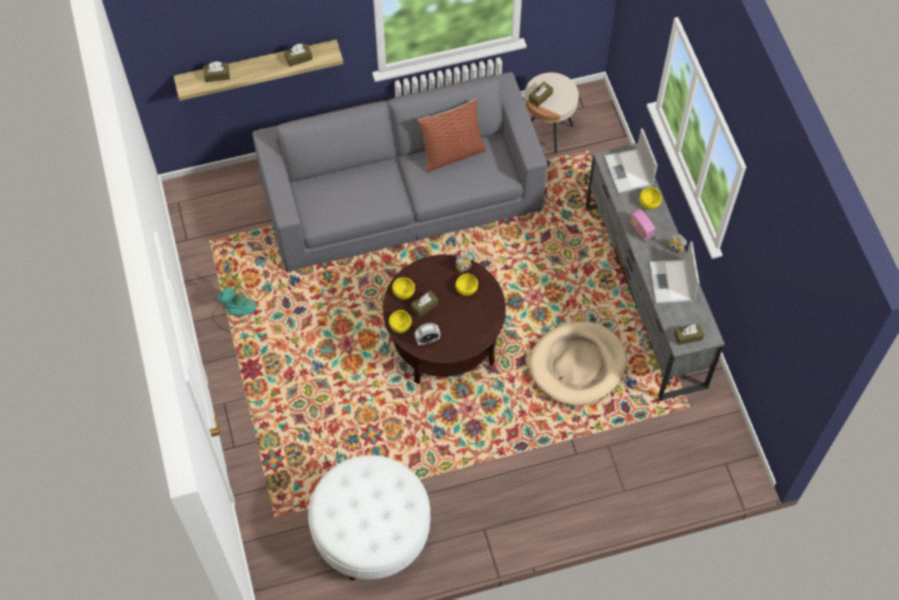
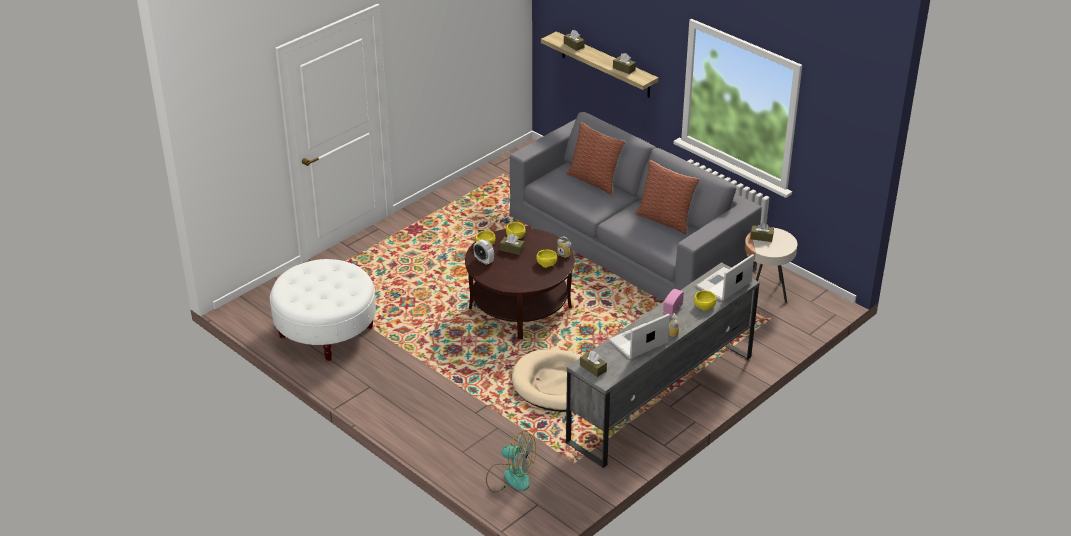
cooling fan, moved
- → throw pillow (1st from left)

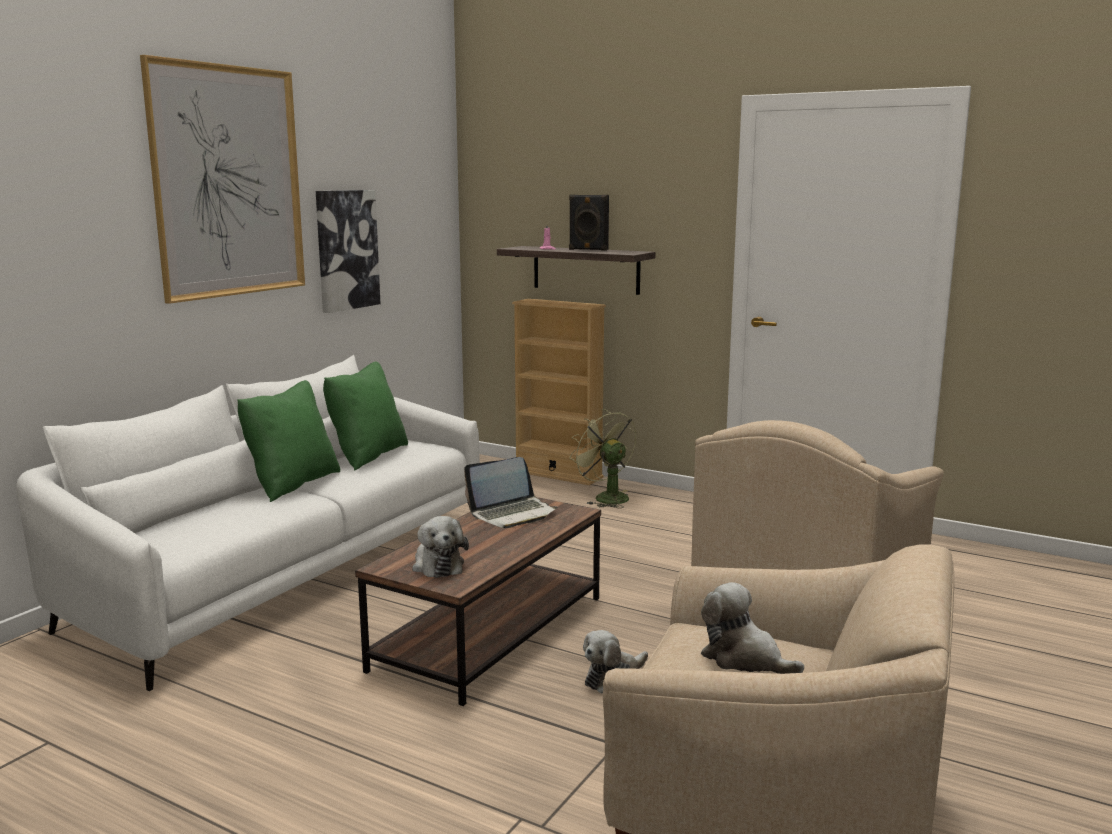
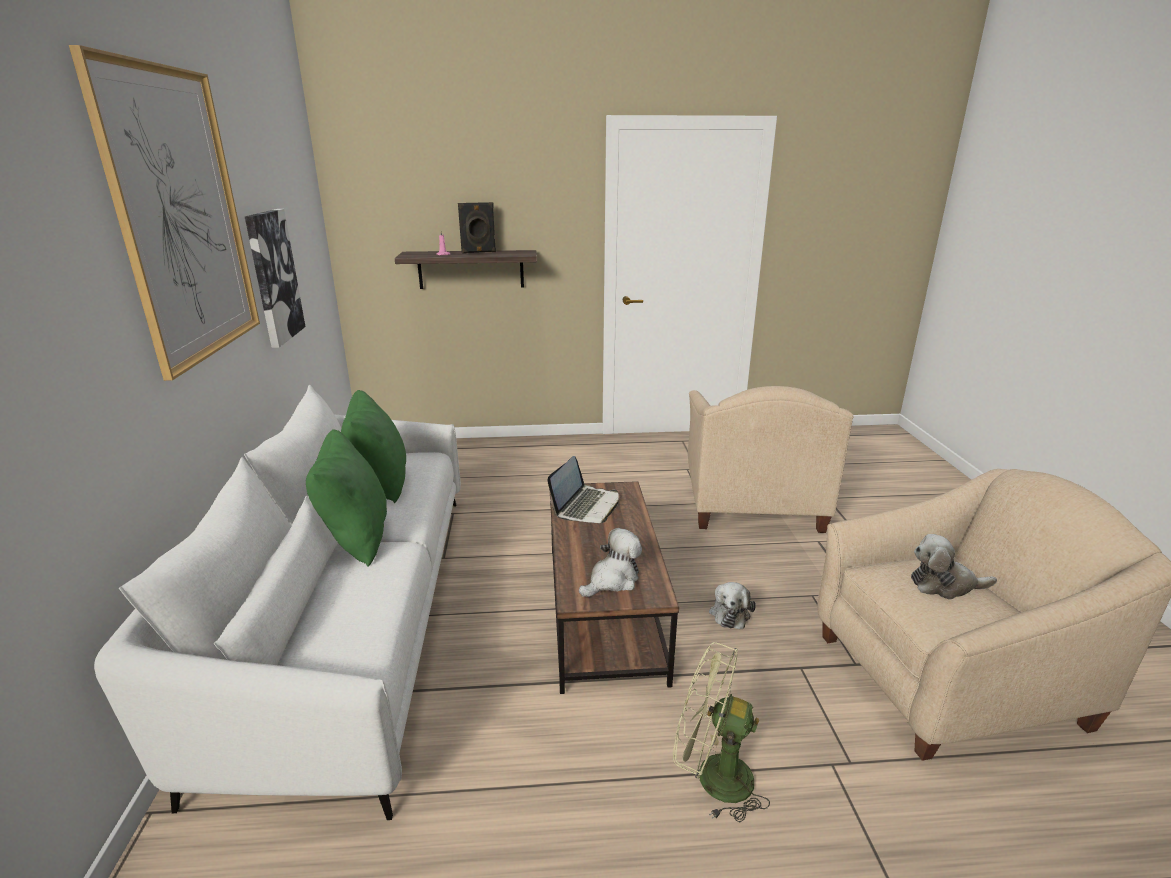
beige-coloured shelving unit → -
green-coloured cooling fan, moved
cuddly toy (1st from left), 75 degrees counterclockwise

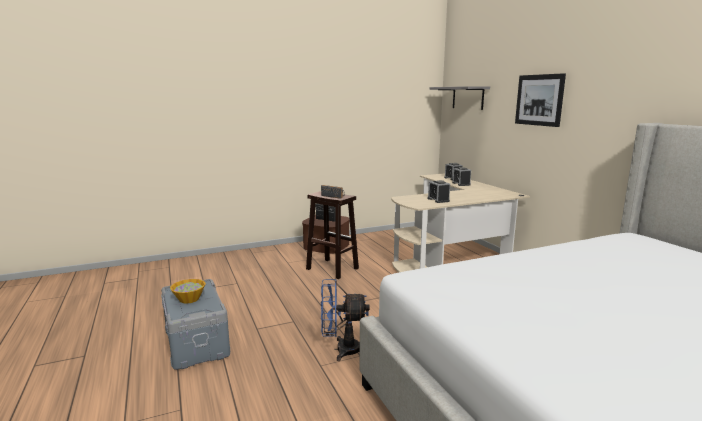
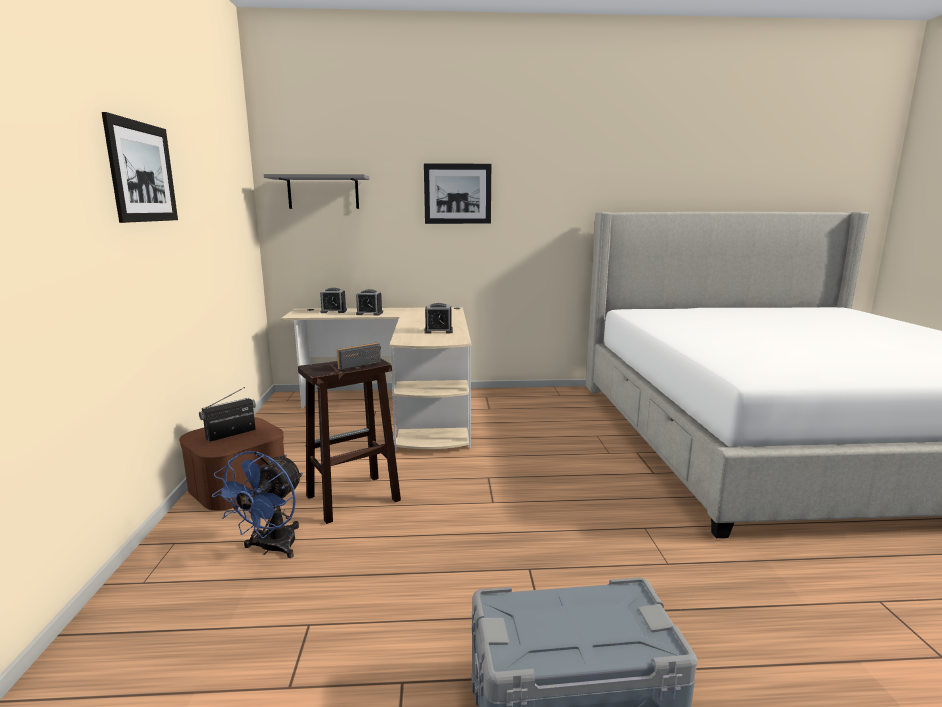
deep dish → -
blue-coloured cooling fan, moved
- → wall picture (1st from left)

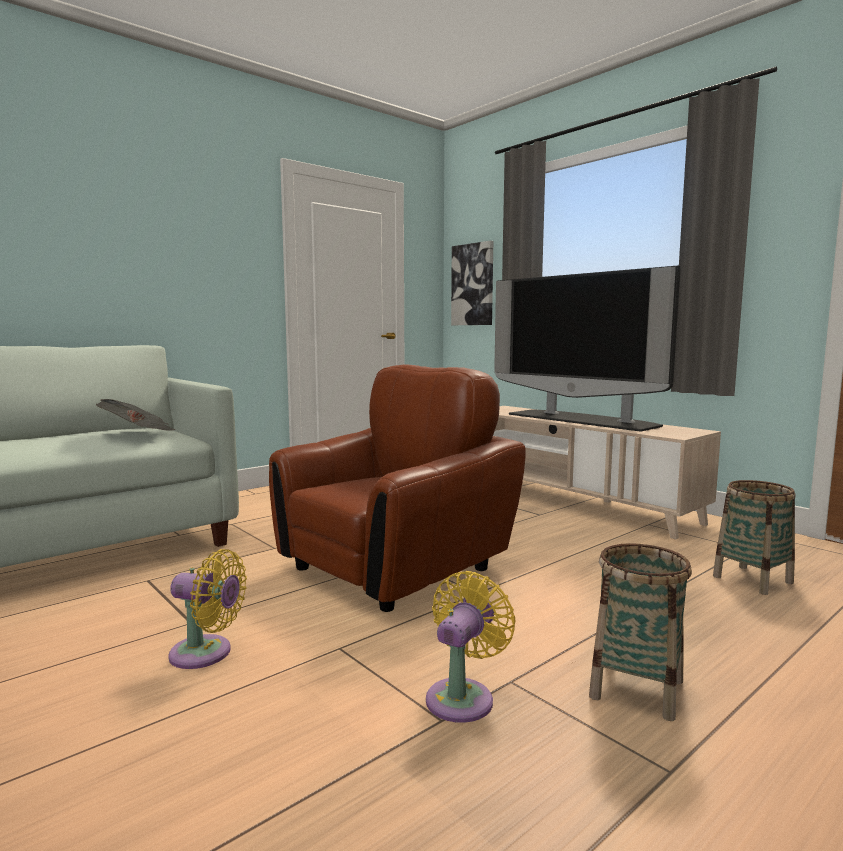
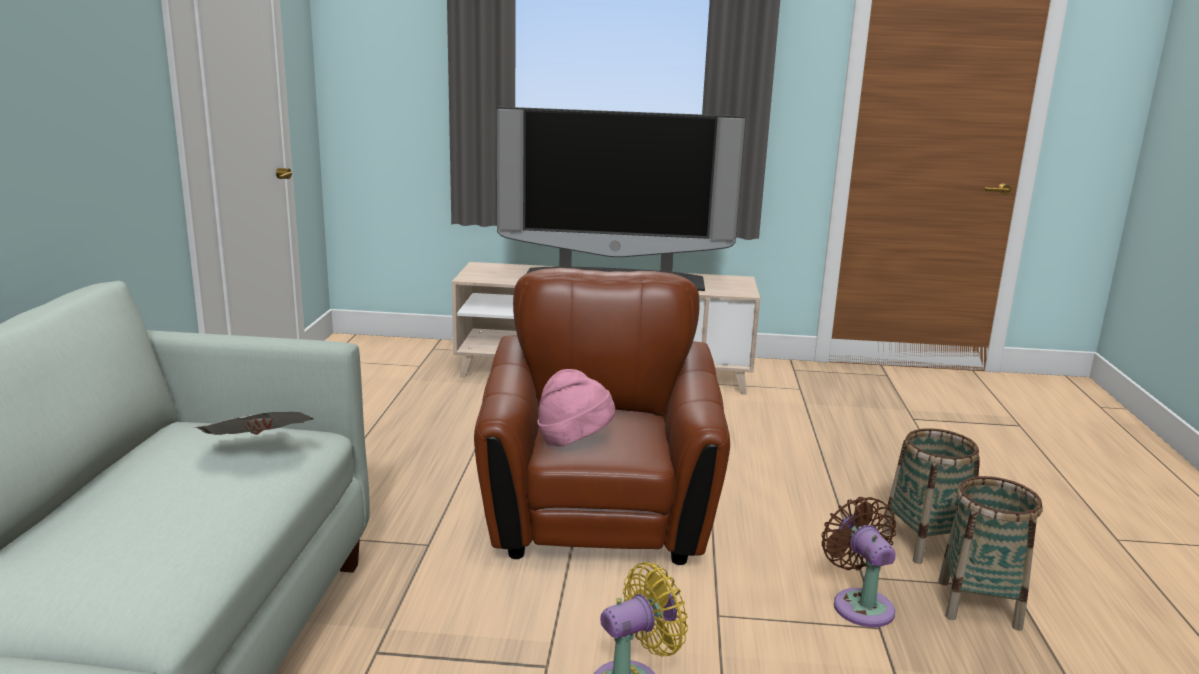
wall picture → -
storage basket (2nd from left), moved
yellowish cooling fan (2nd from left) → brown cooling fan
- → pinkish clothing hat

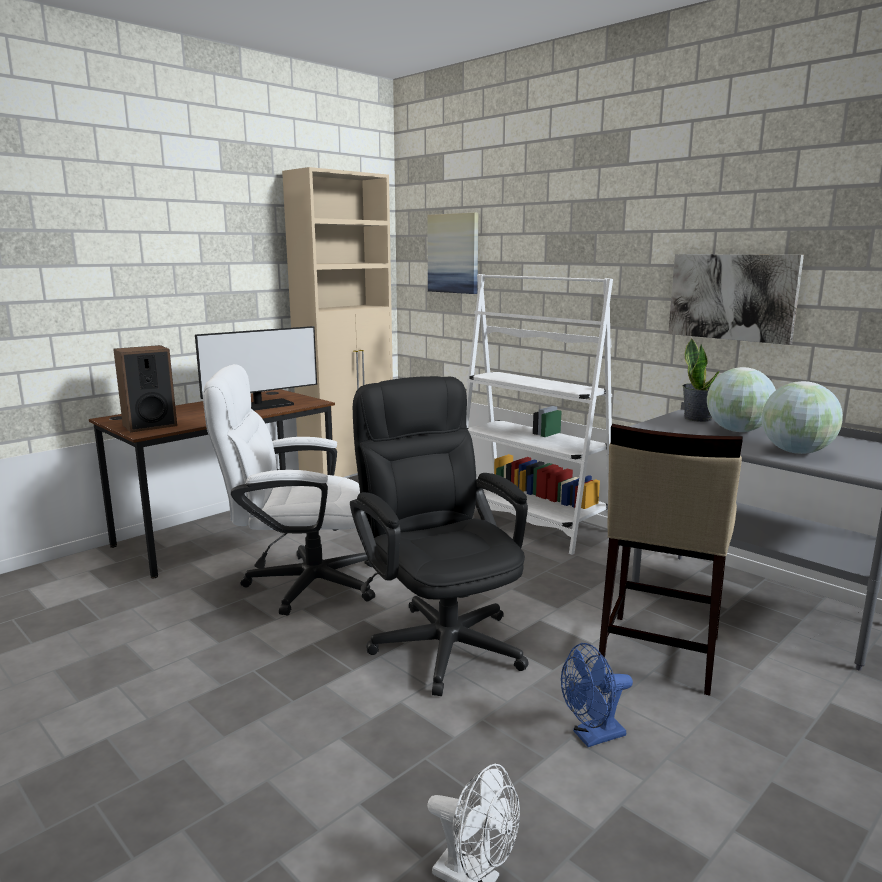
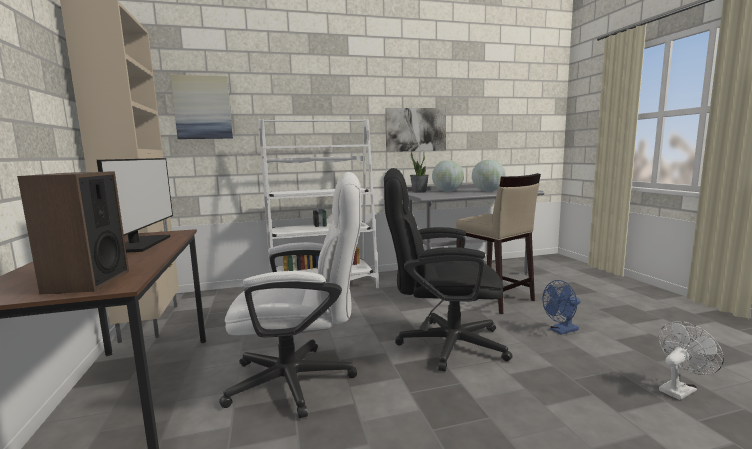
white computer chair, 120 degrees counterclockwise
blue-coloured cooling fan, 60 degrees clockwise

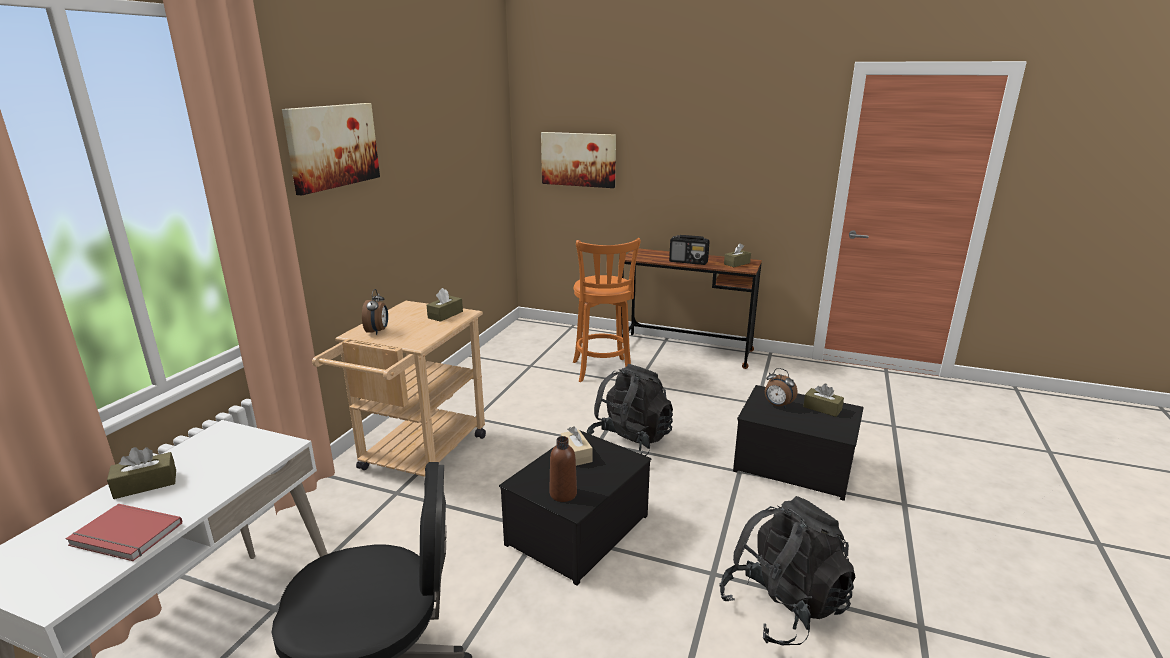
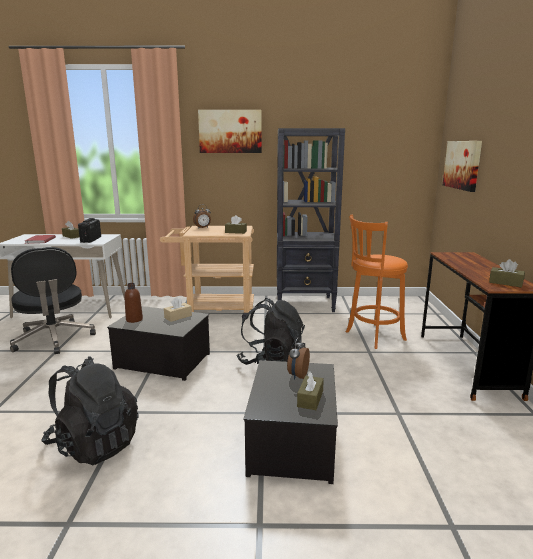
radio, moved
- → black shelving unit

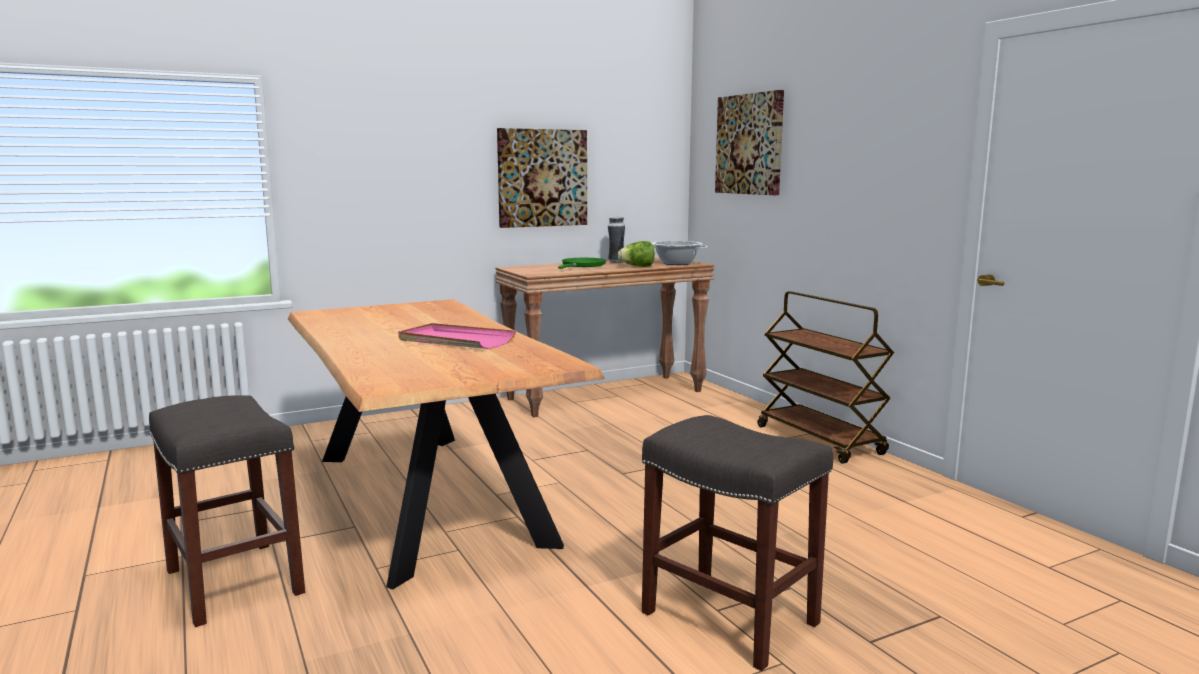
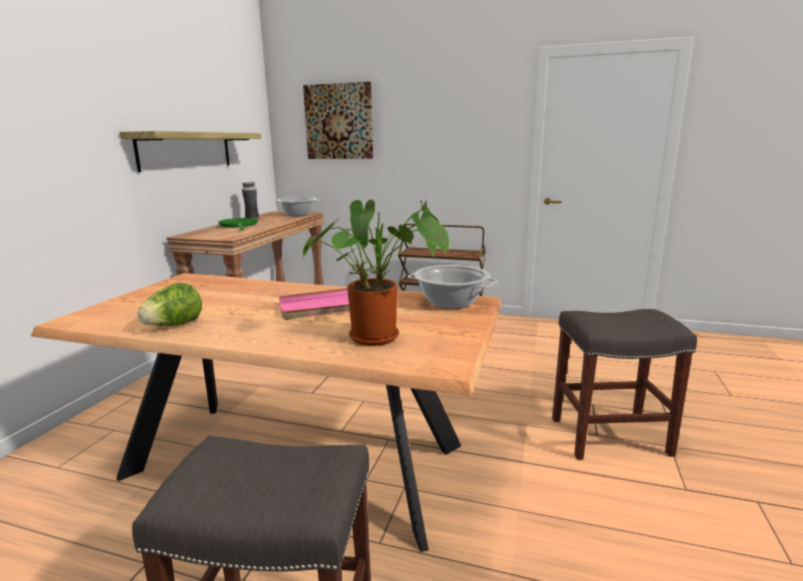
wall picture (1st from left) → shelf
lettuce, moved
- → houseplant
- → saucepot (2nd from left)

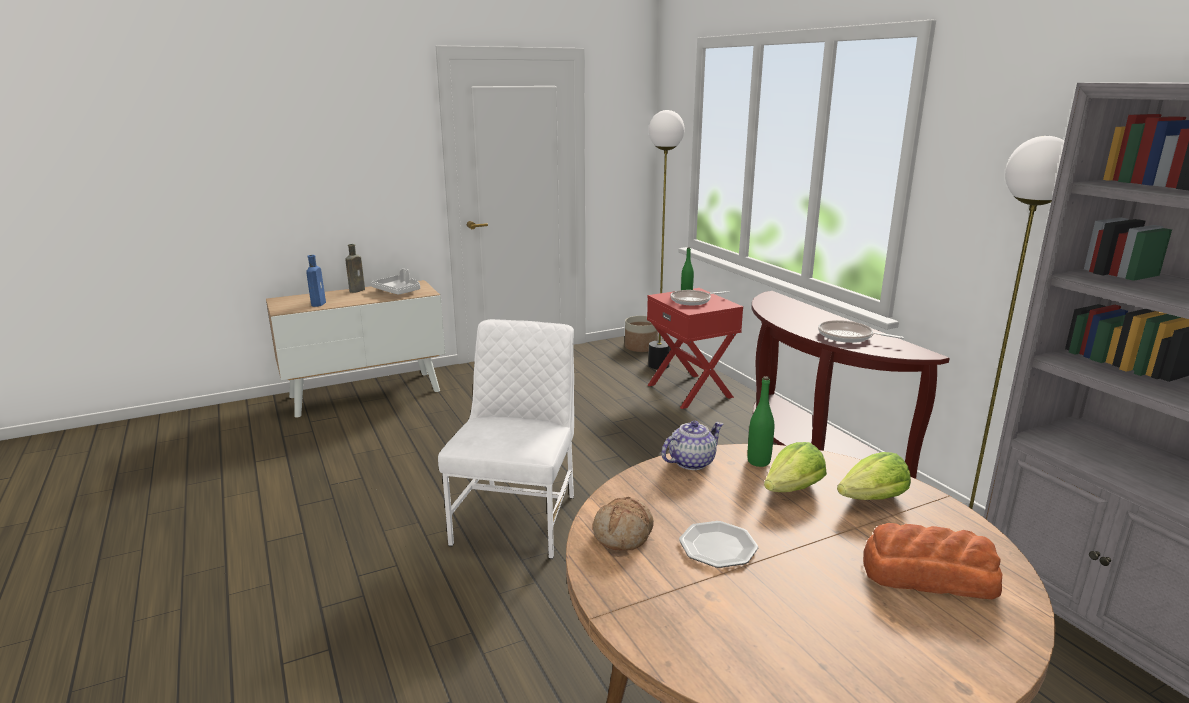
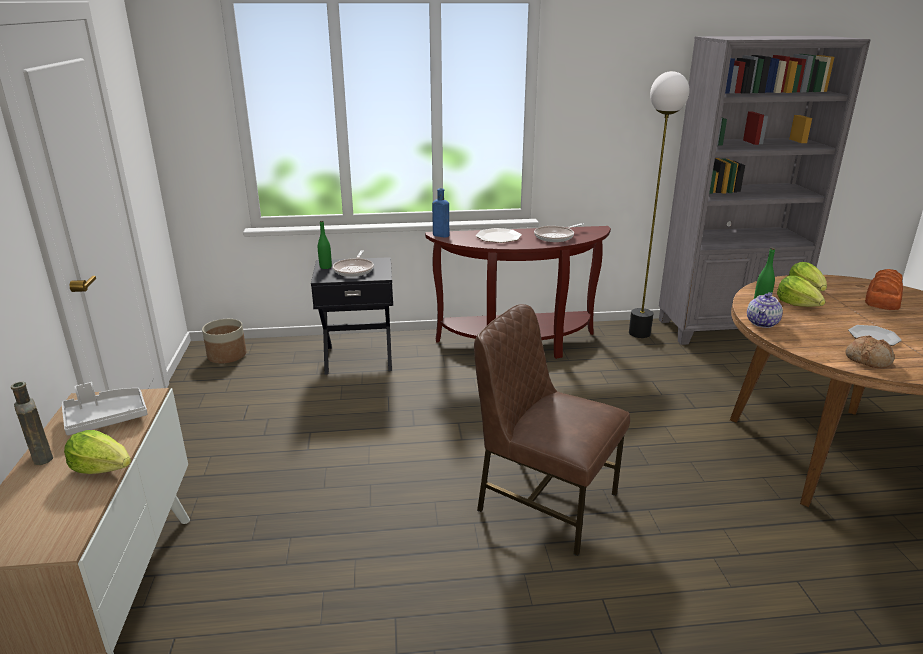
standard lamp (1st from left) → -
blue-coloured beverage bottle, moved
red nightstand → black nightstand
white plain chair → brown plain chair
teapot, 135 degrees counterclockwise
- → plate (1st from left)
- → lettuce (1st from left)

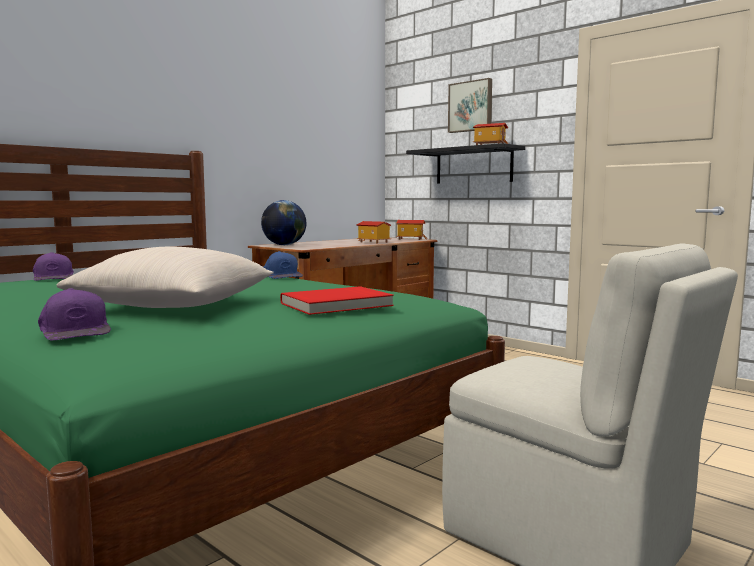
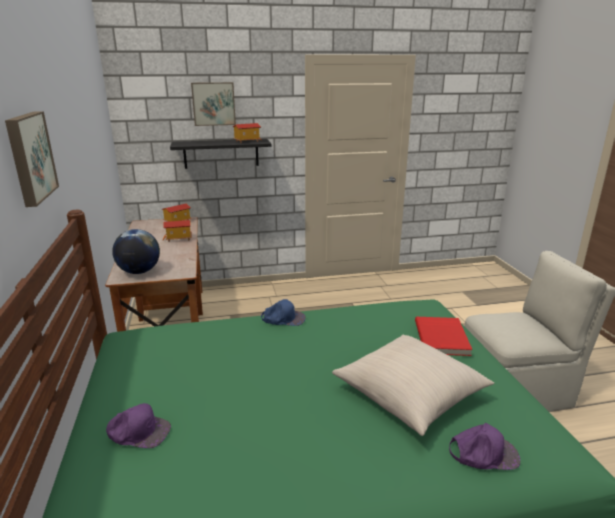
- → wall picture (1st from left)

